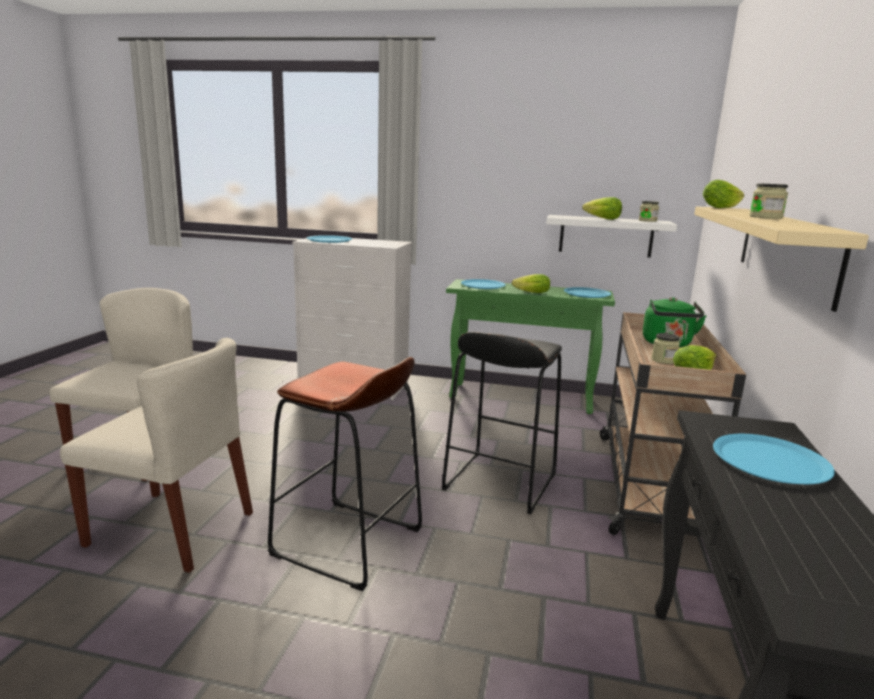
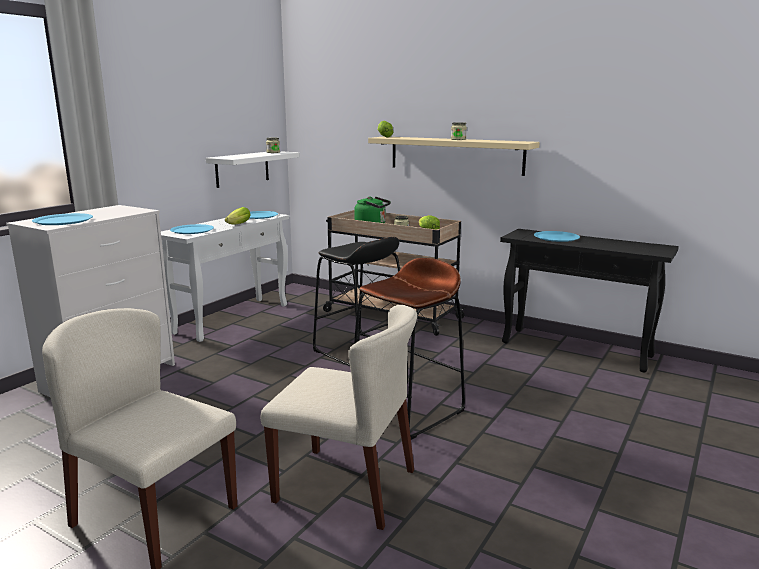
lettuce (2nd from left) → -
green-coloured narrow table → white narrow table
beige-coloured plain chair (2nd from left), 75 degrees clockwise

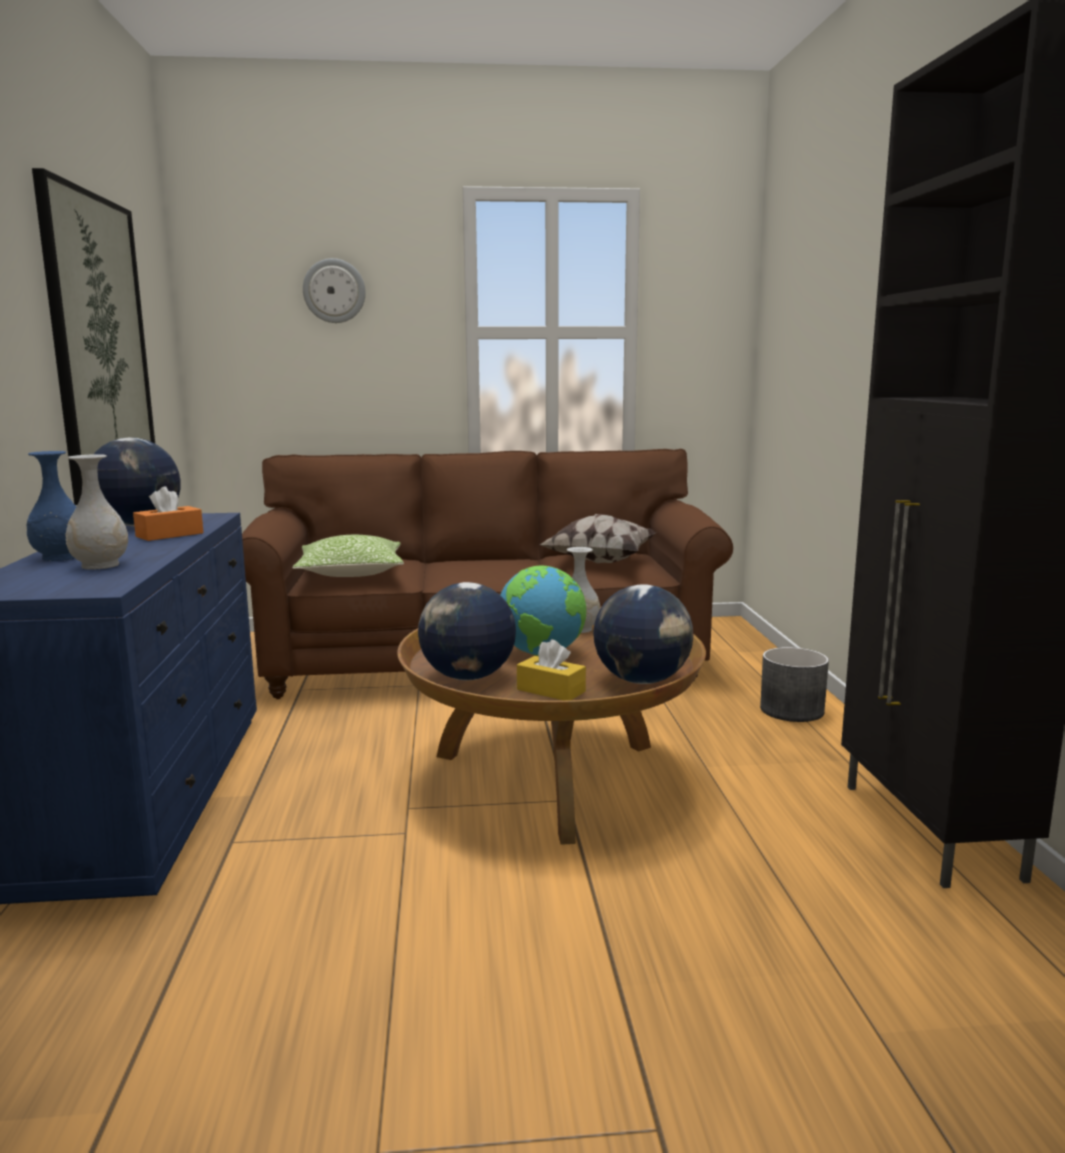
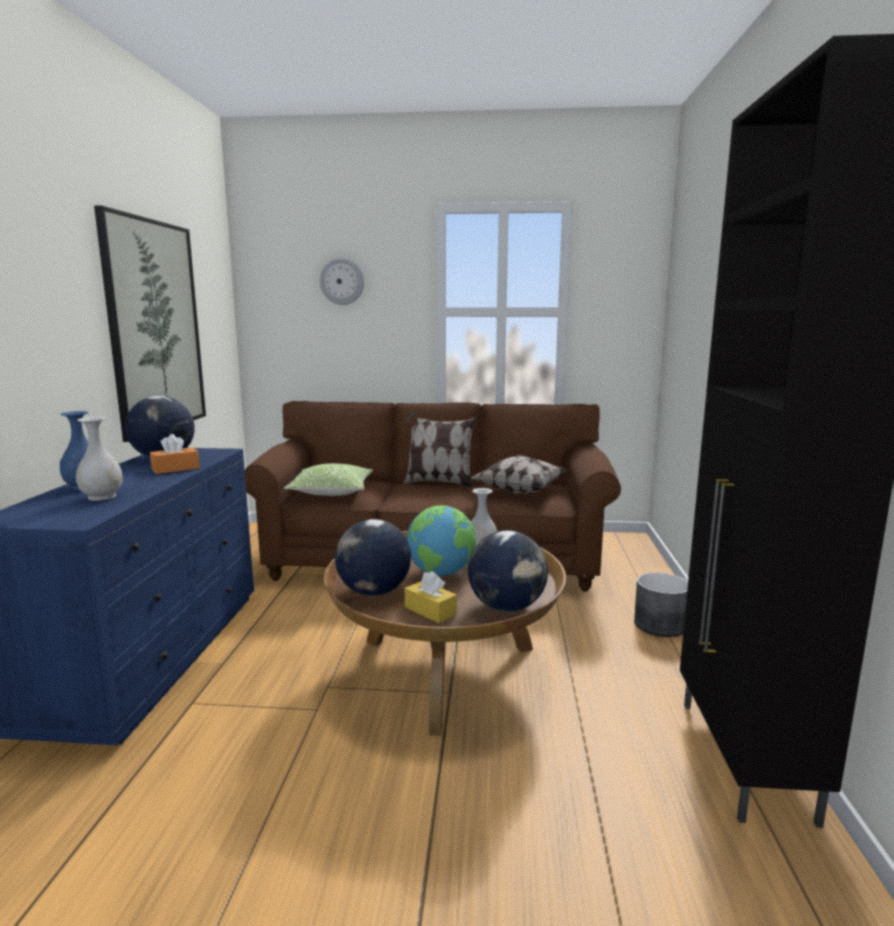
- → throw pillow (2nd from left)

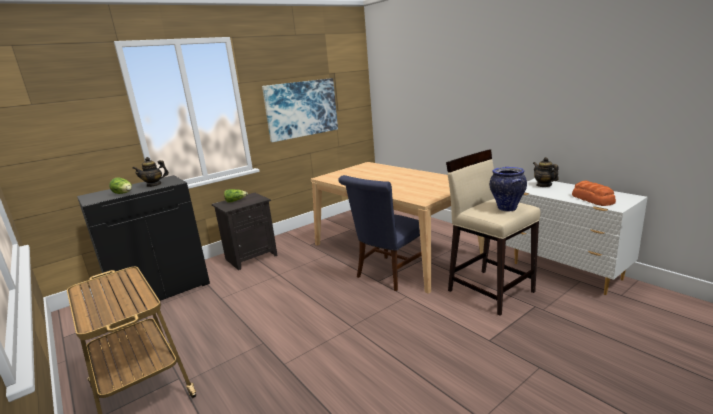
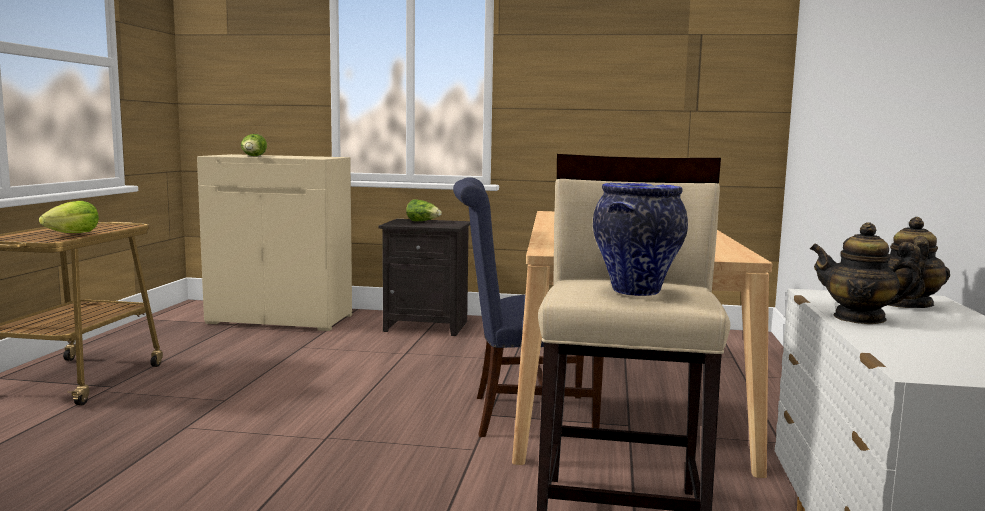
wall picture → -
teapot (1st from left), moved
black storage cabinet → beige-coloured storage cabinet
bread → -
- → lettuce (1st from left)

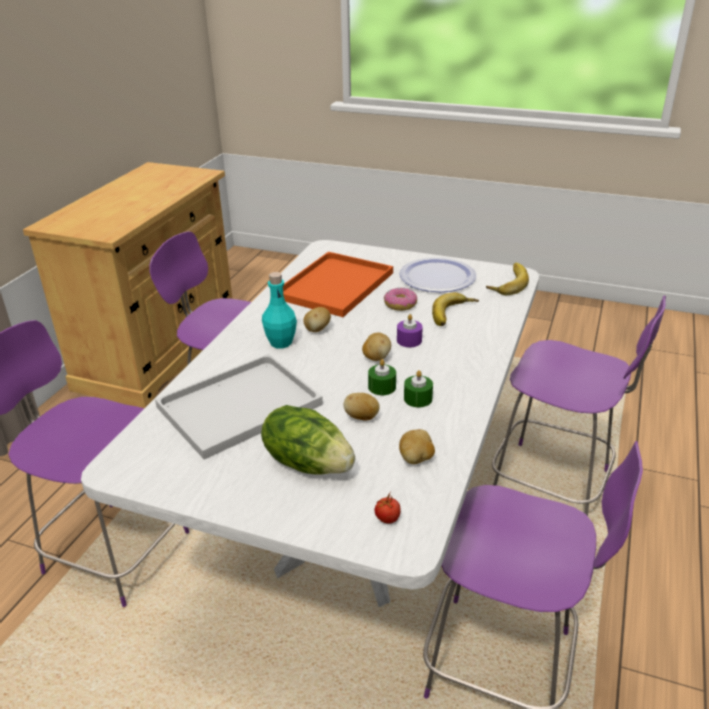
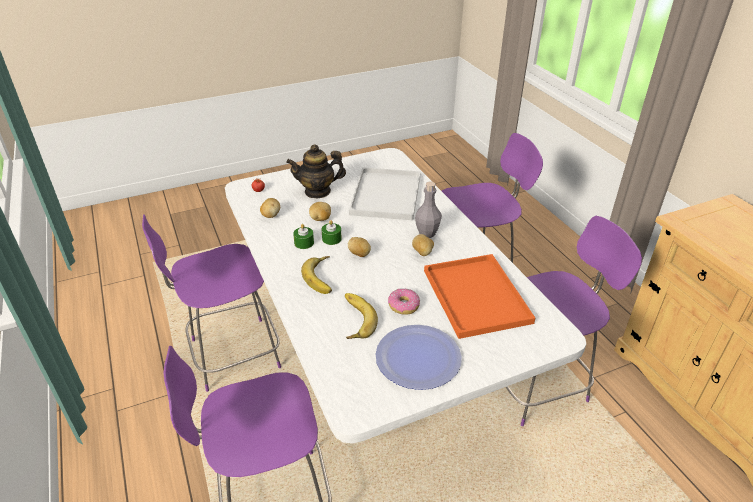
banana (2nd from left in the first image) → banana (1st from left), moved
blue-green beverage bottle → gray beverage bottle
purplish candle → -
lettuce → teapot

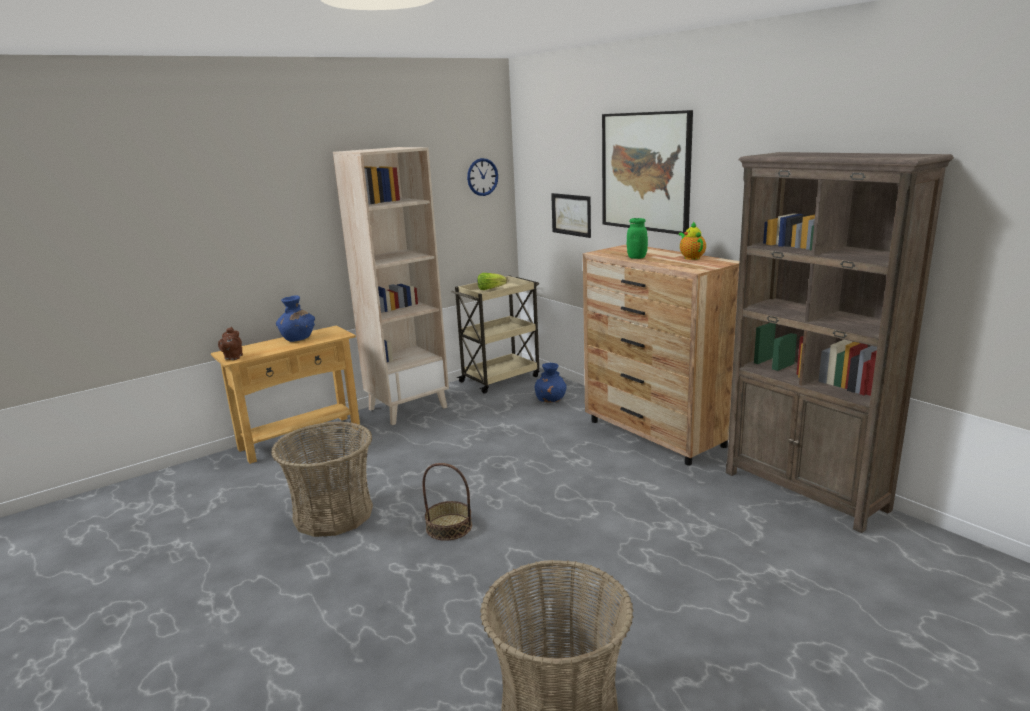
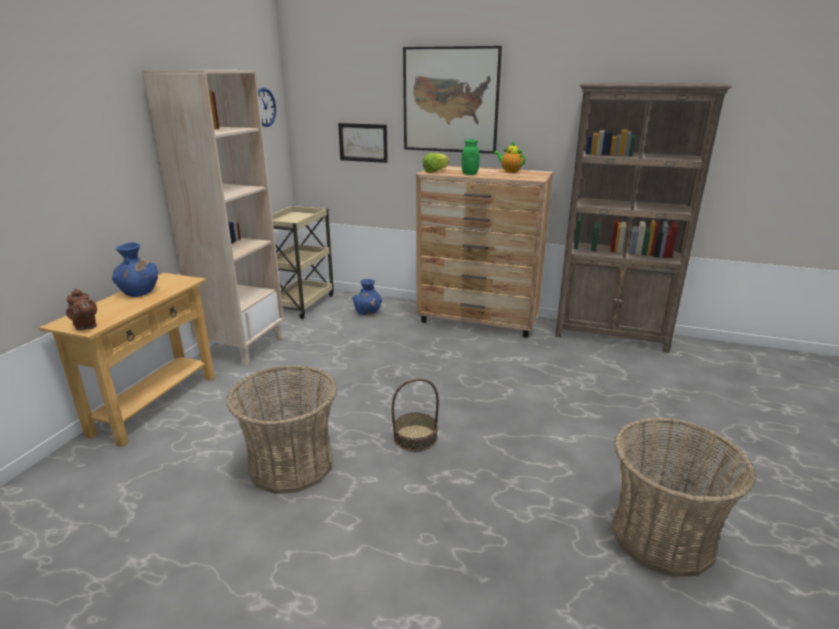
lettuce, moved

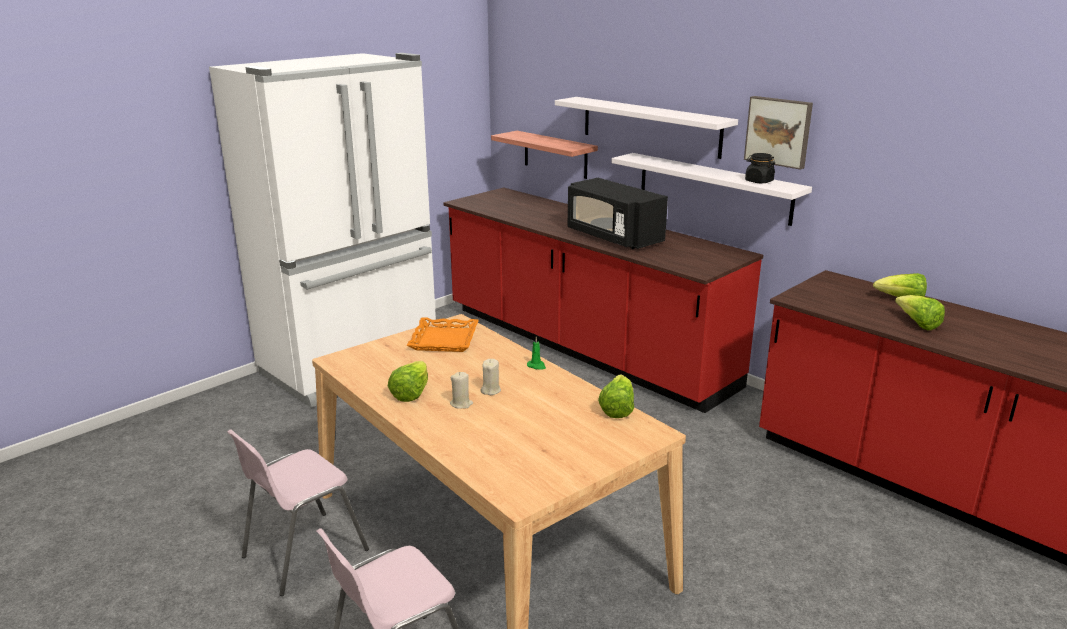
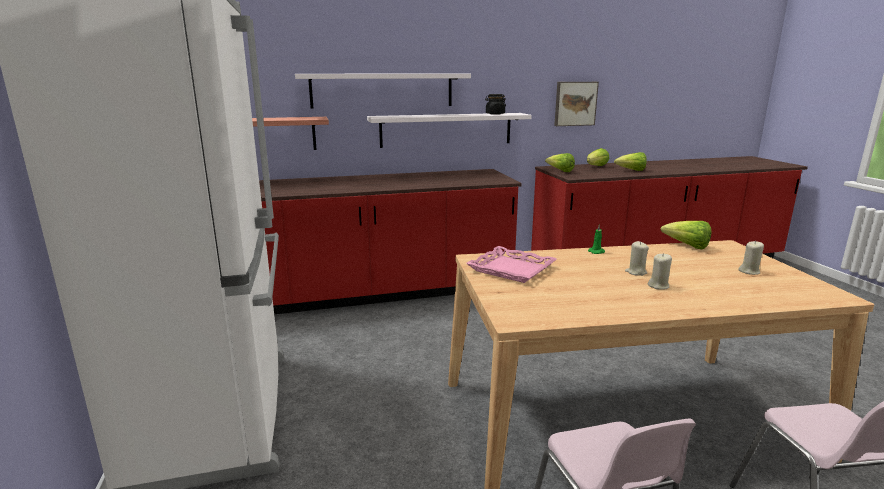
wall picture, moved
black kitchen microwave → -
orange serving tray → pinkish serving tray
lettuce (1st from left), moved
- → beige-coloured candle (3rd from left)

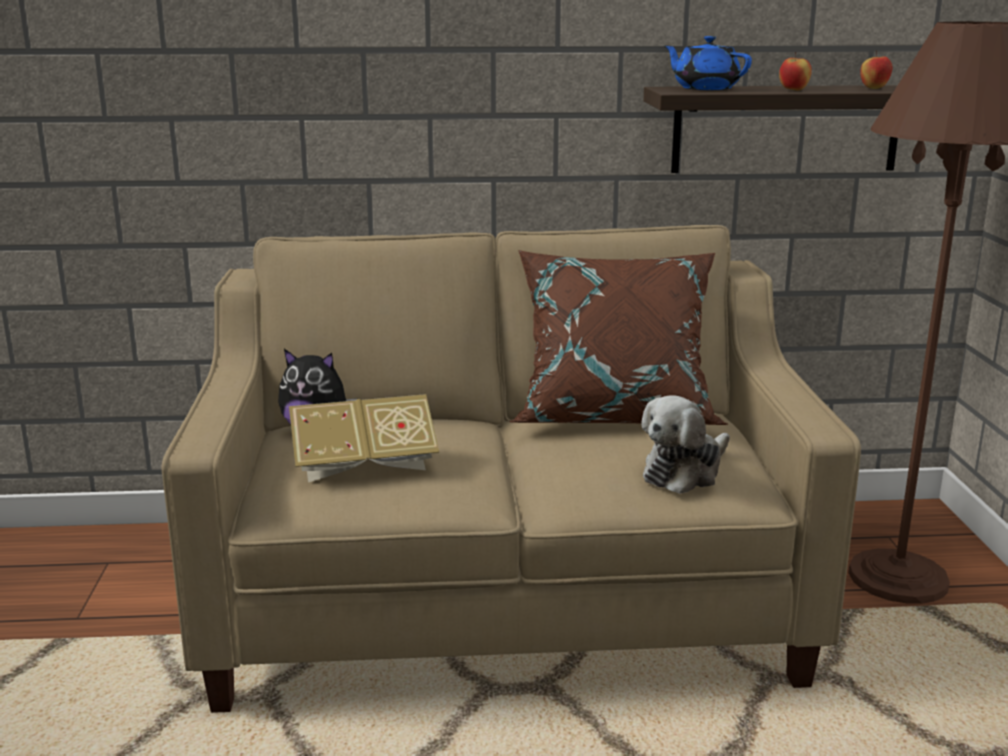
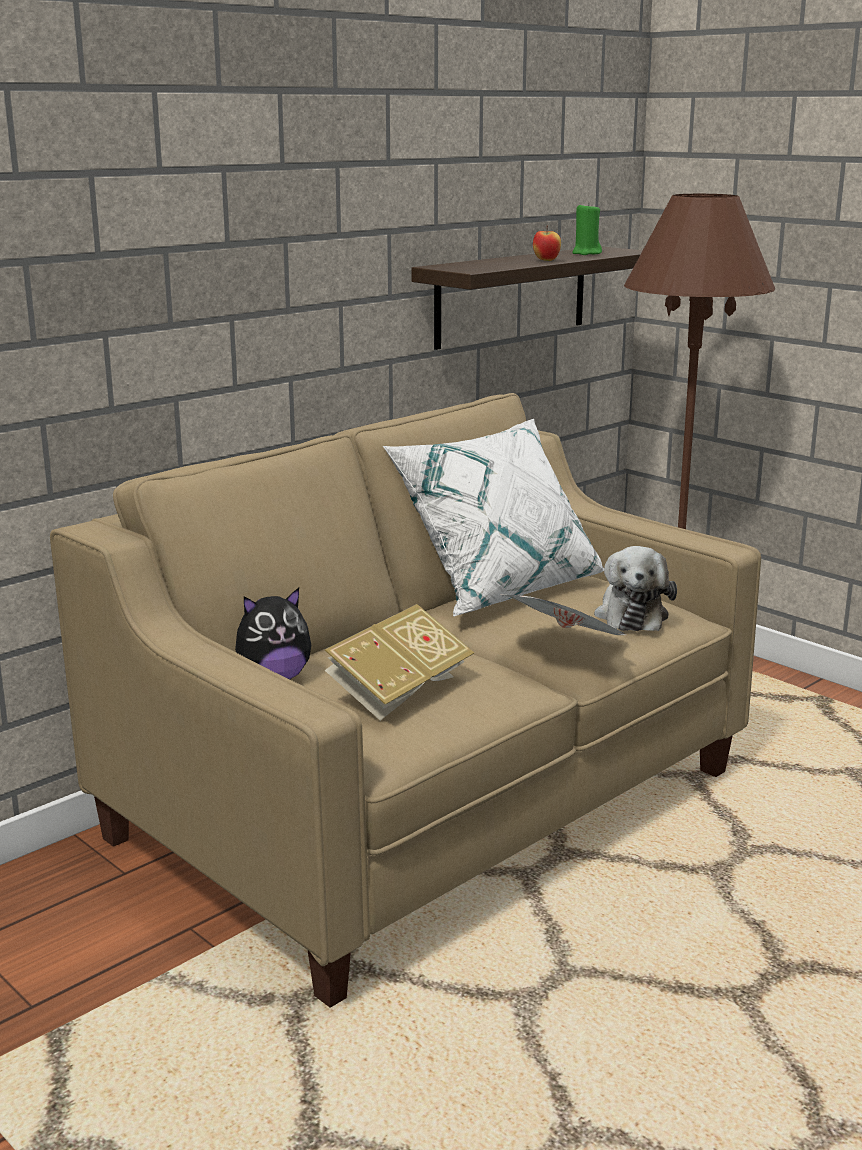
blue-coloured teapot → -
apple (2nd from left) → green-coloured candle
brown throw pillow → white throw pillow
- → printed paper

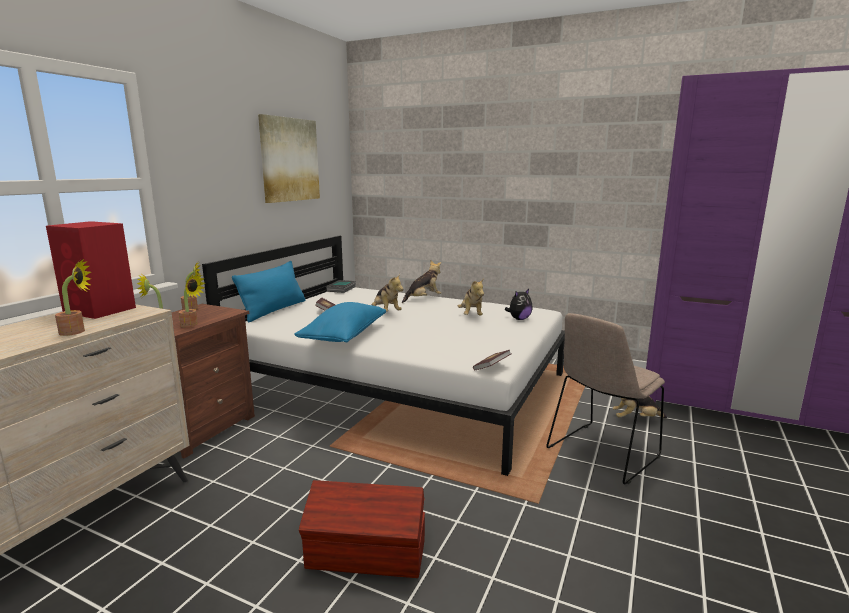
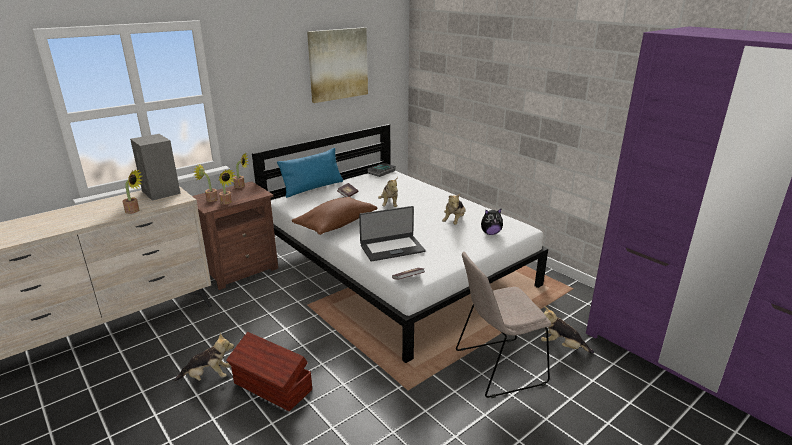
red loudspeaker → gray loudspeaker
cuddly toy (2nd from left in the first image) → cuddly toy (1st from left), moved
blue-coloured throw pillow (2nd from left) → brown throw pillow
- → portable computer

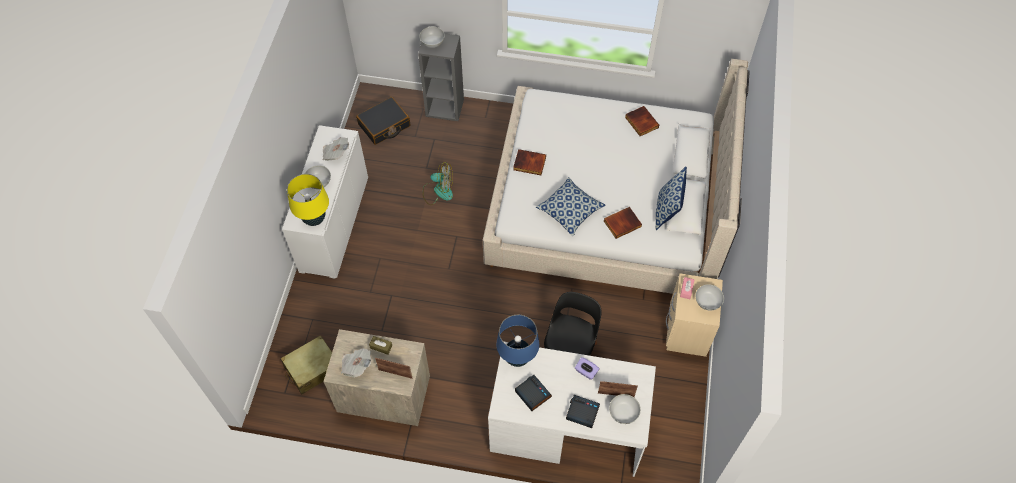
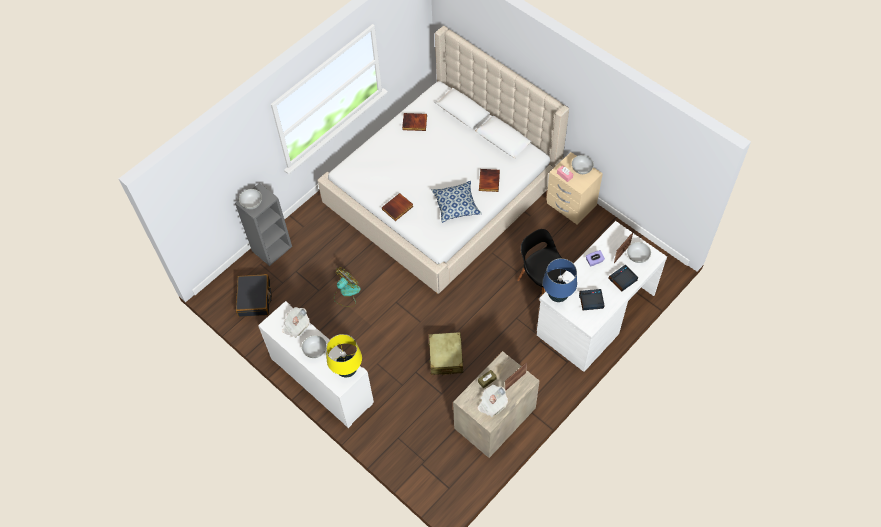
throw pillow (2nd from left) → -
beige-coloured suitcase, moved

